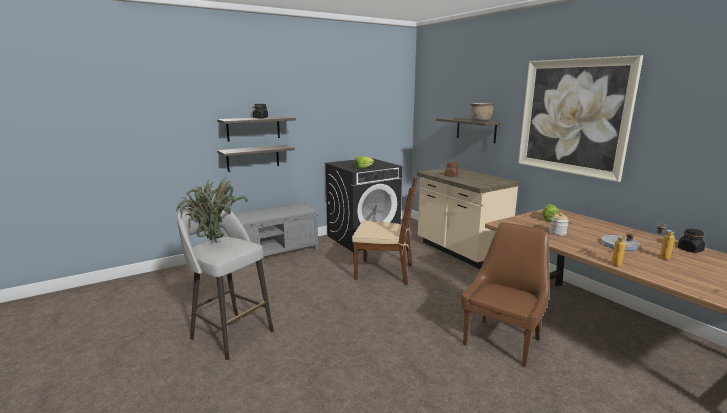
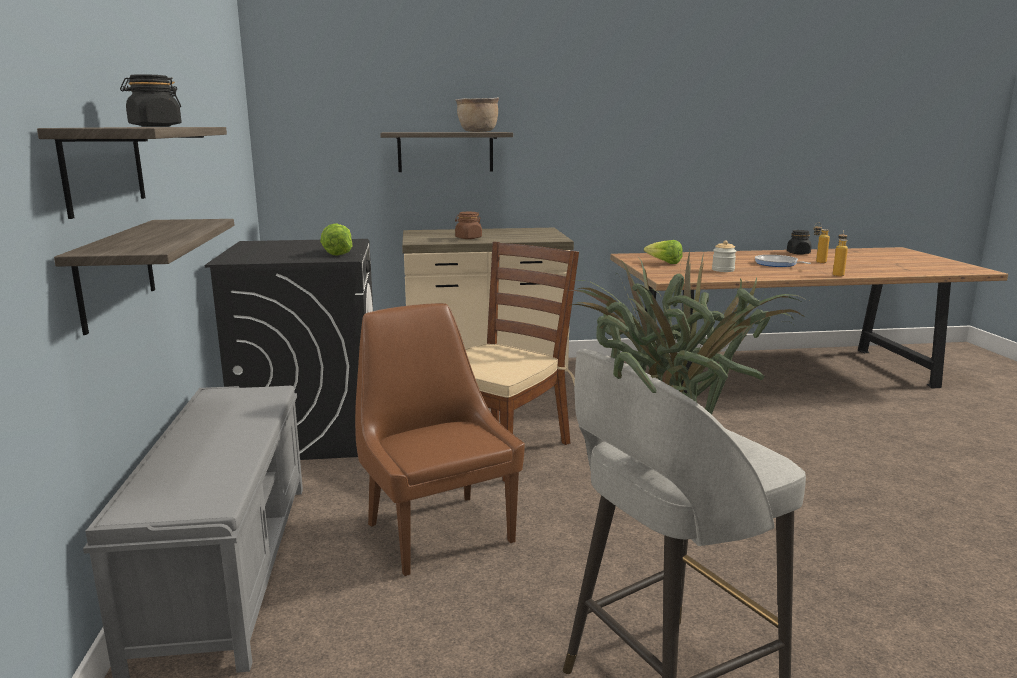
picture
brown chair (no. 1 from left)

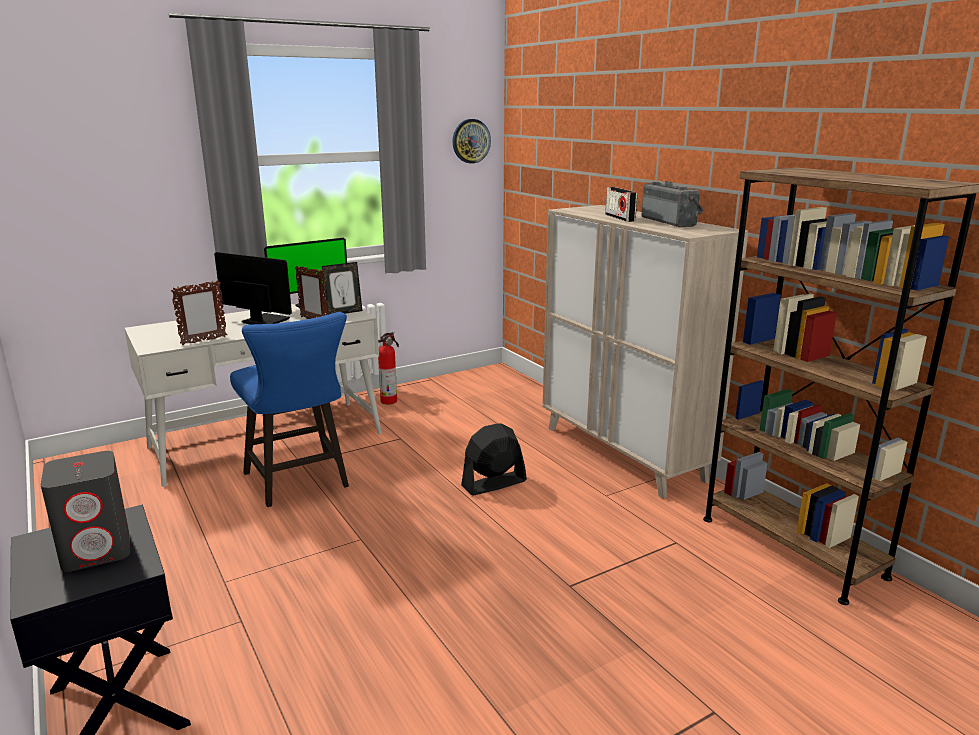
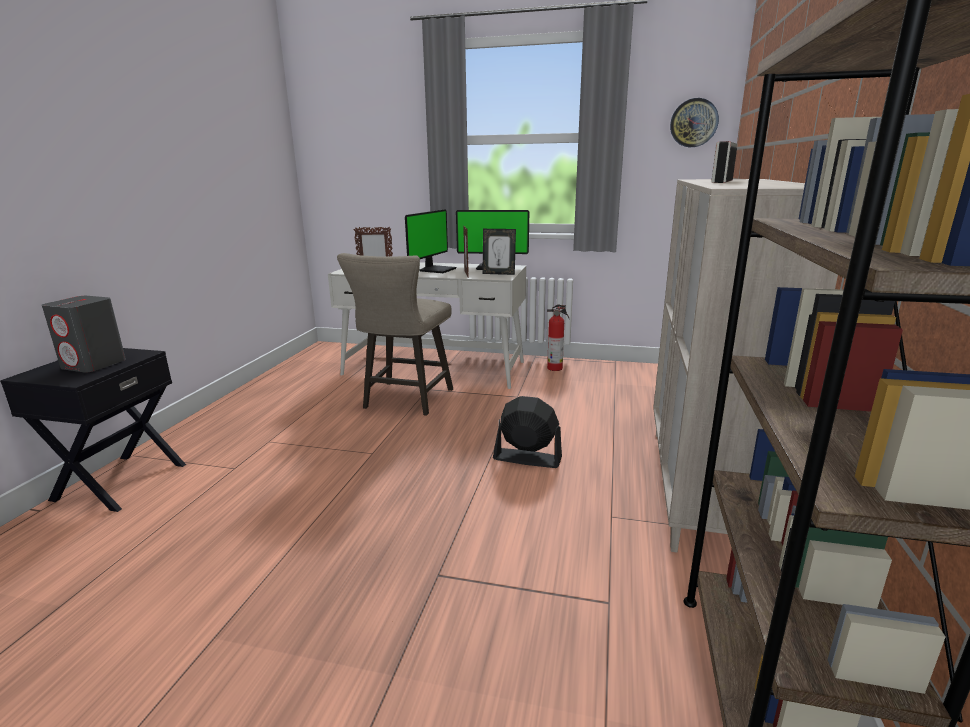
radio (no. 2 from left in the first image)
beige stool
monitor (no. 1 from left)

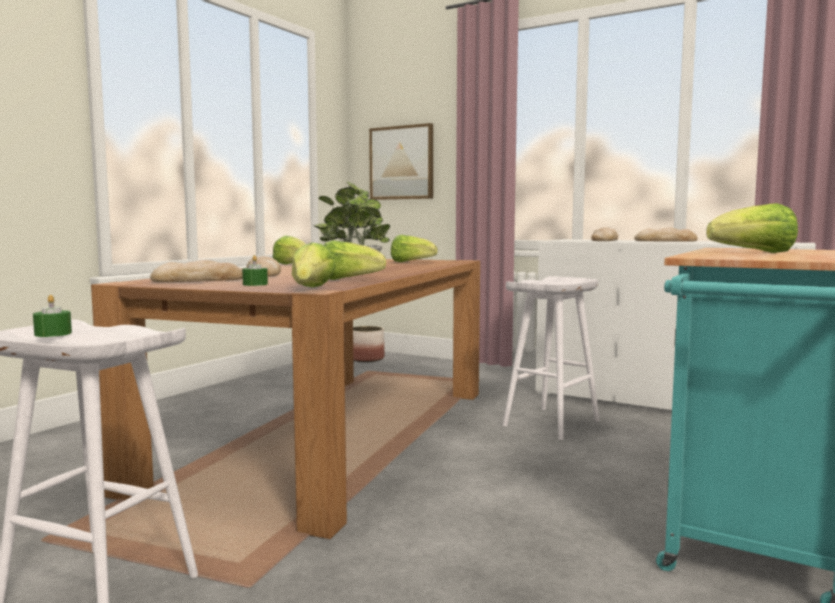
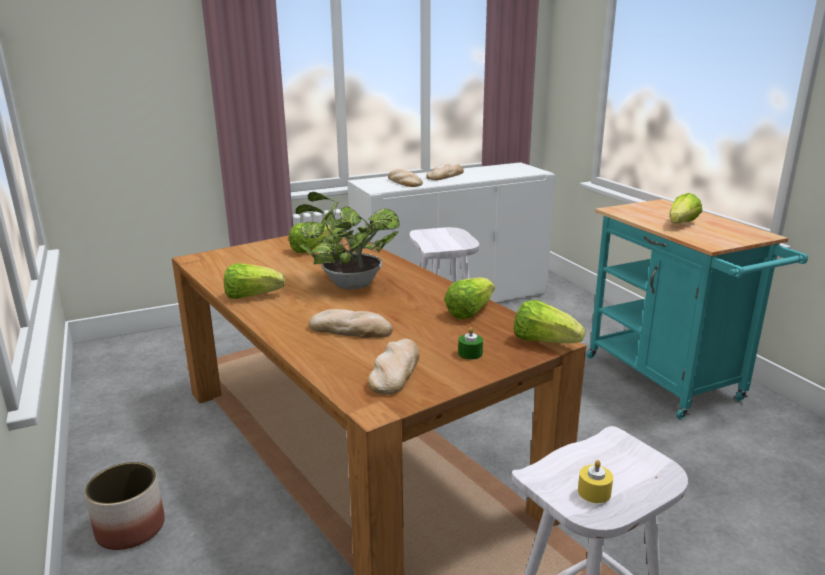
picture
planter
yellow candle

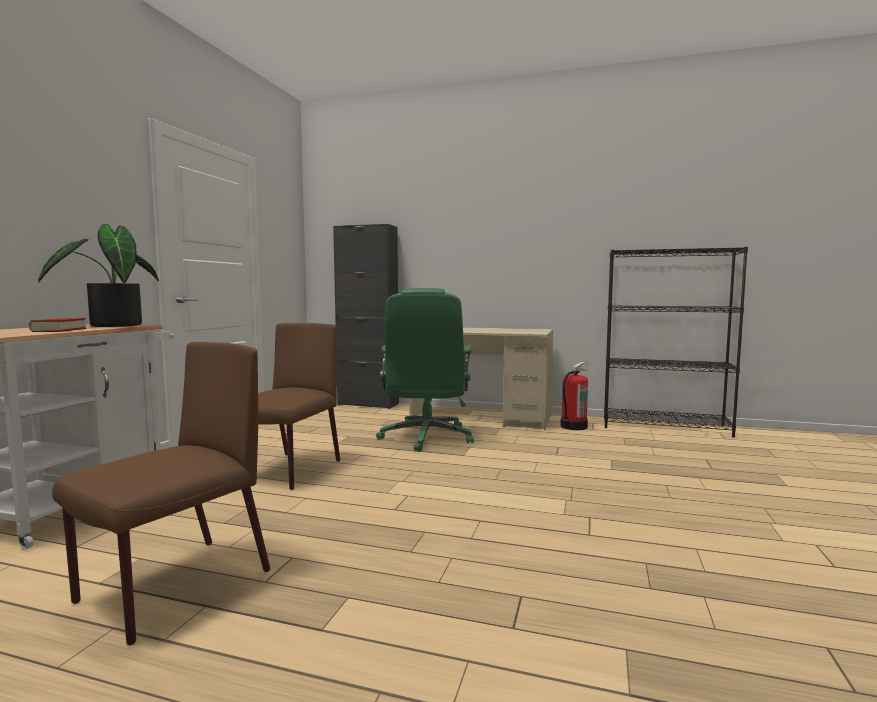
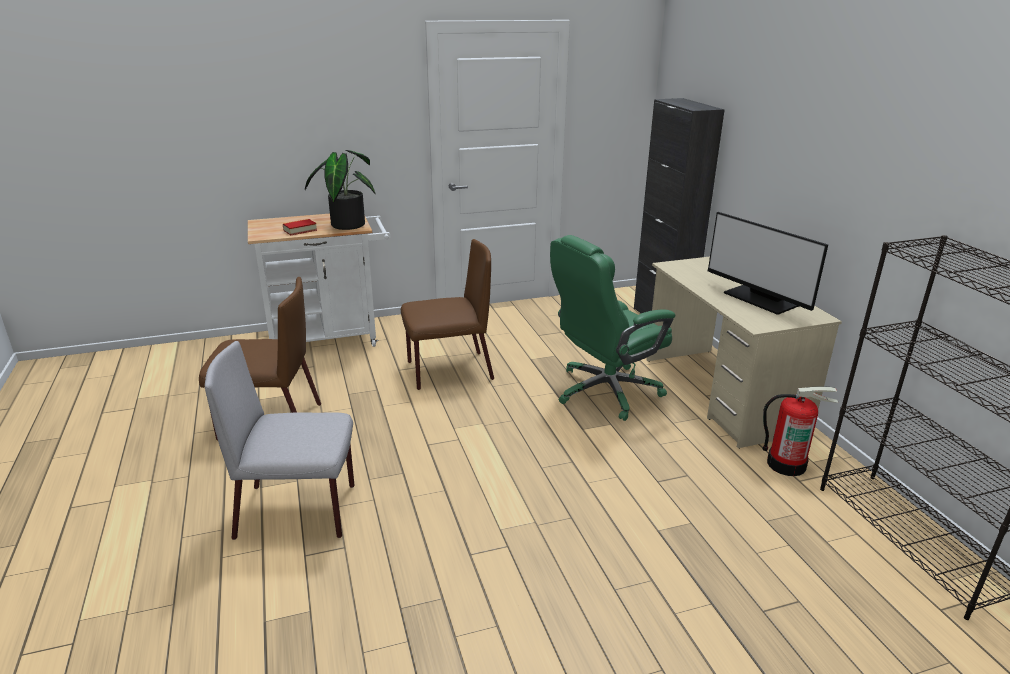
grey chair
monitor

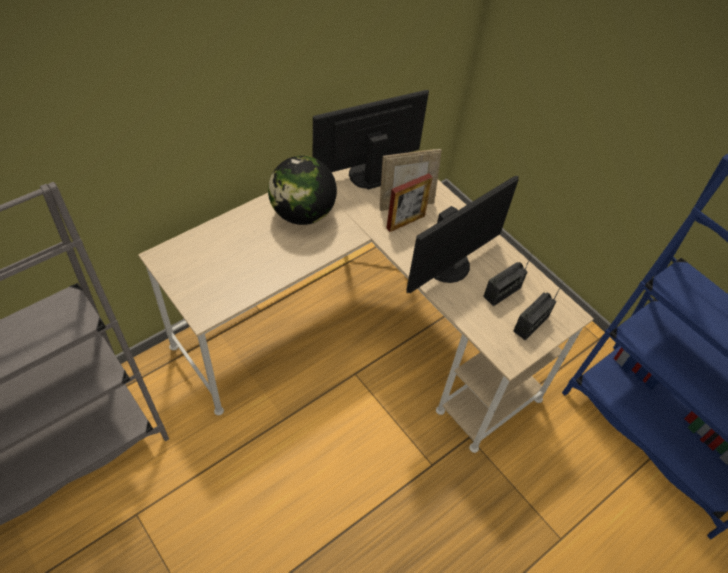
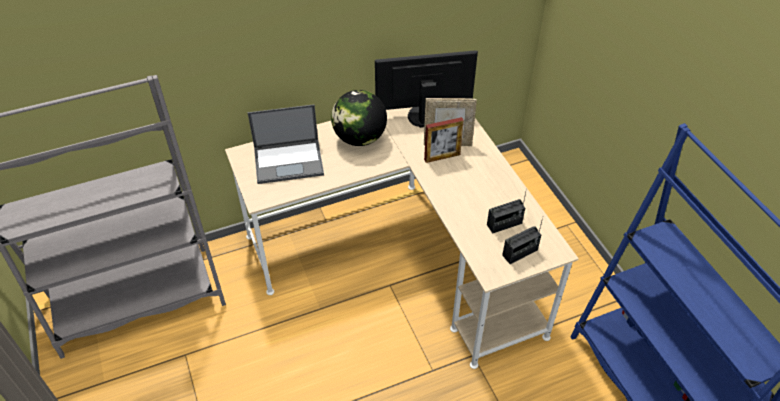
monitor (no. 2 from left in the first image)
laptop

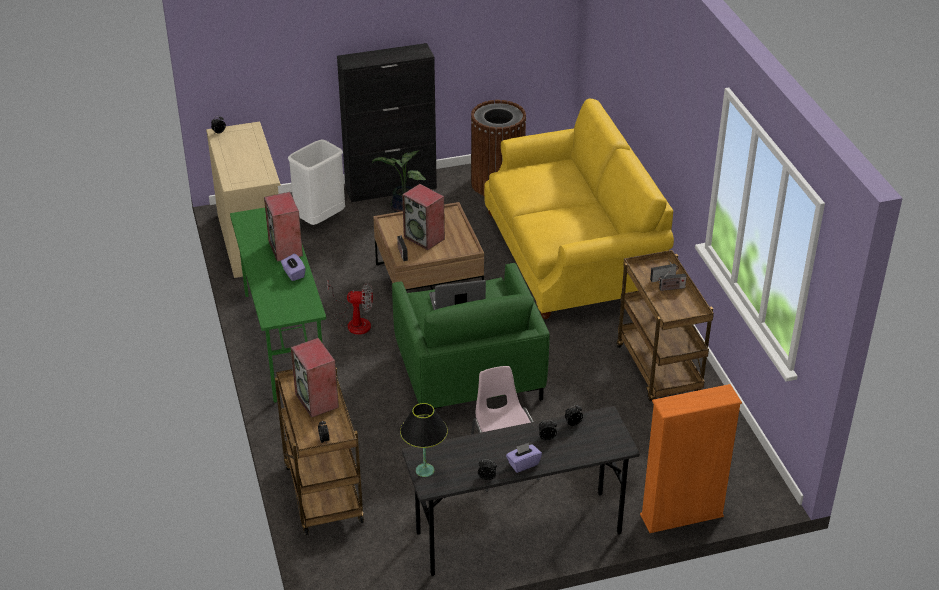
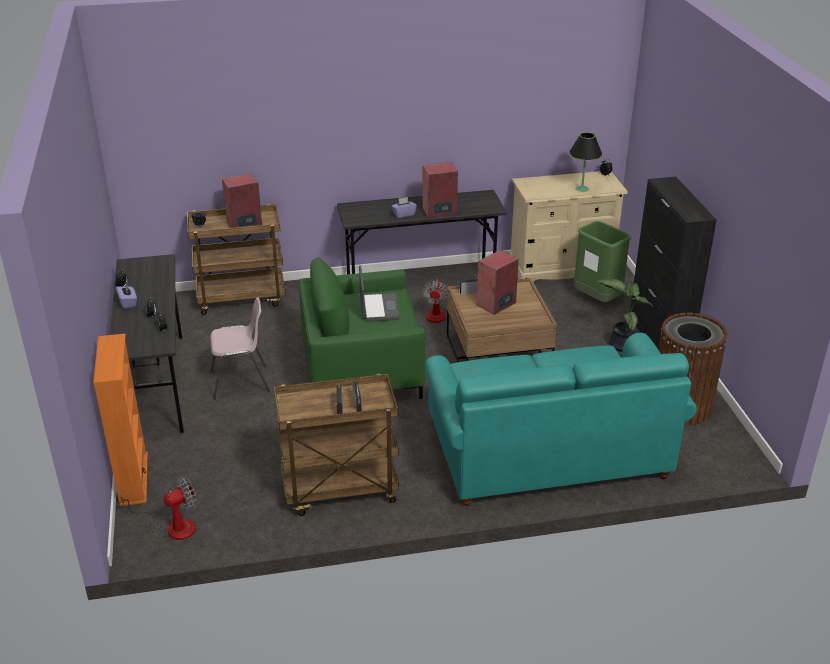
fan (no. 1 from left)
black table lamp
grey desk (no. 2 from left)
green trash can
turquoise sofa

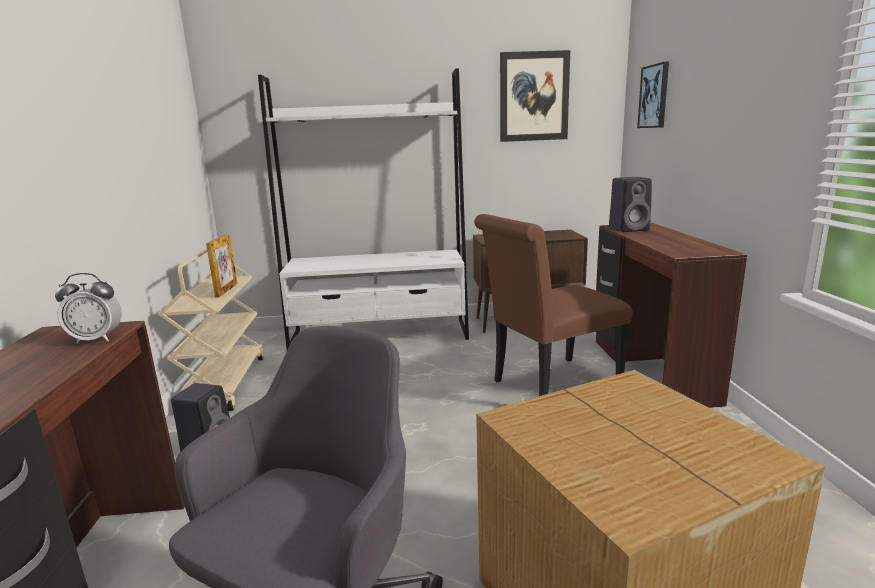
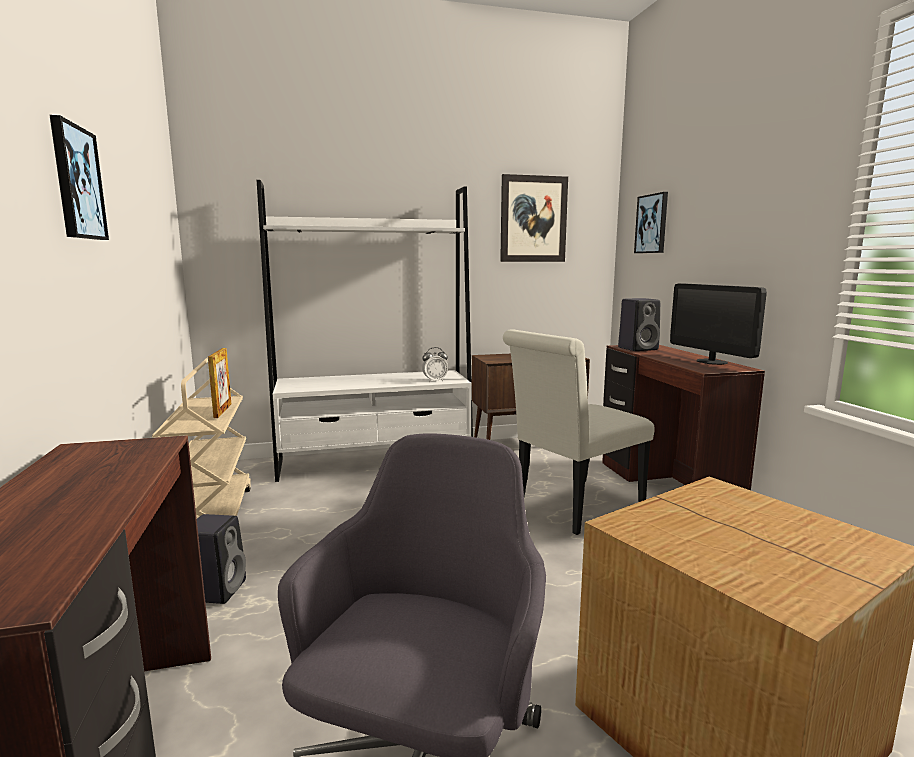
picture (no. 1 from left)
monitor
alarm clock
white chair

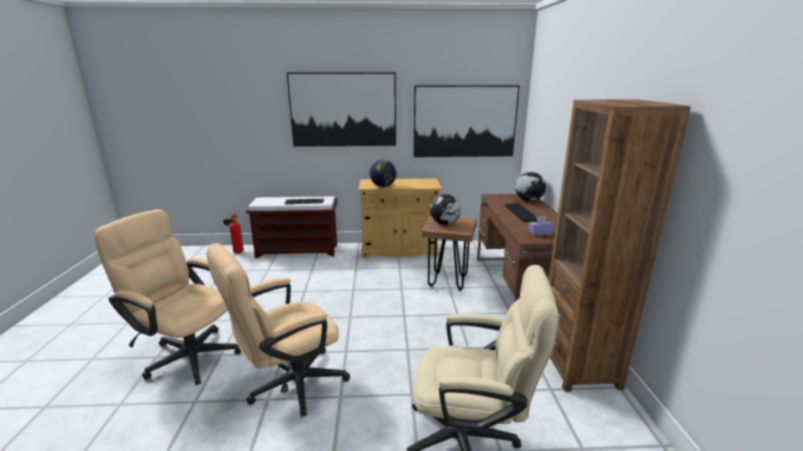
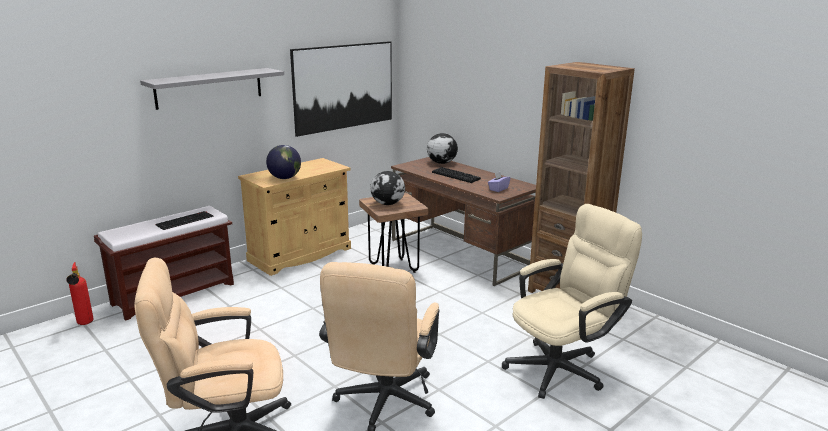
grey shelf

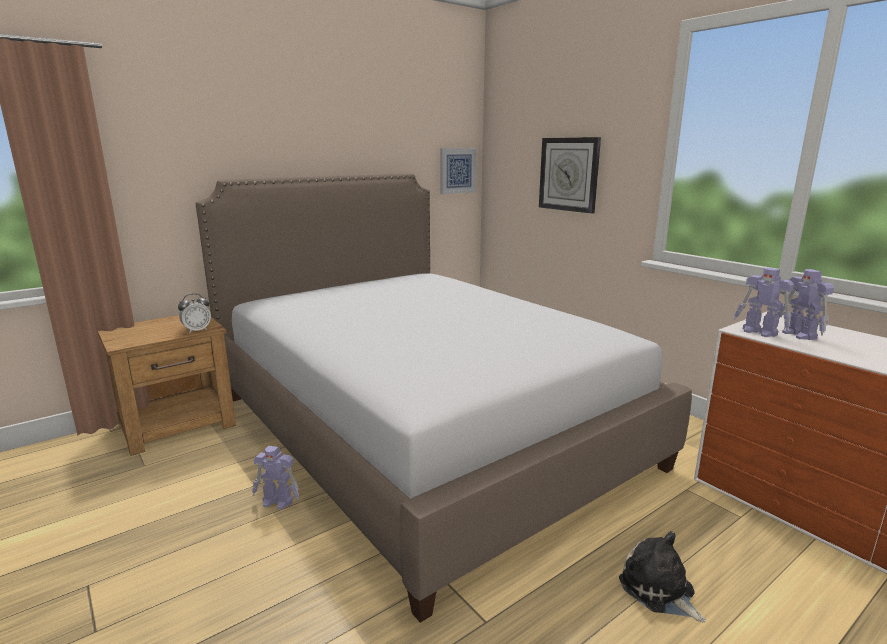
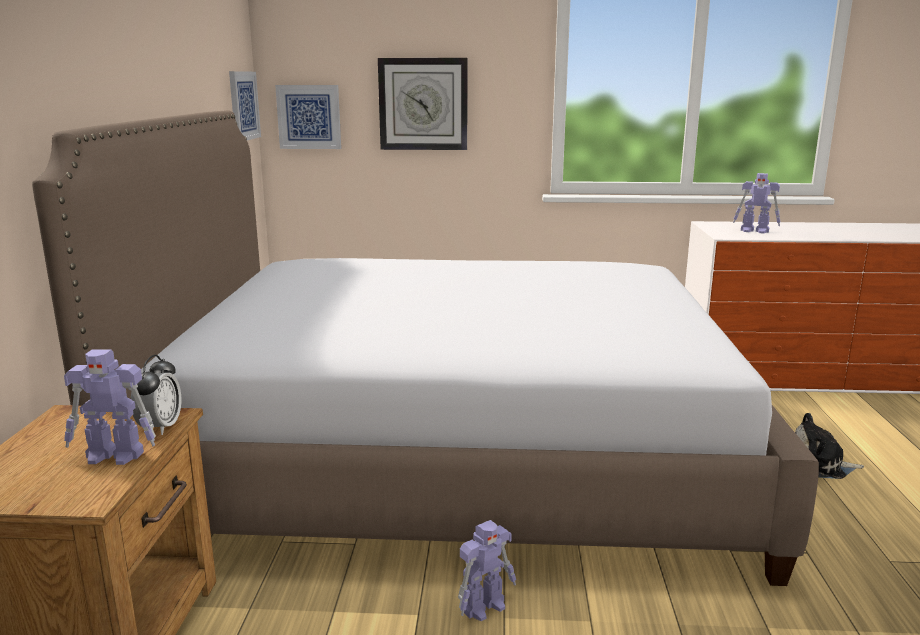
picture (no. 2 from left)
toy robot (no. 1 from left)

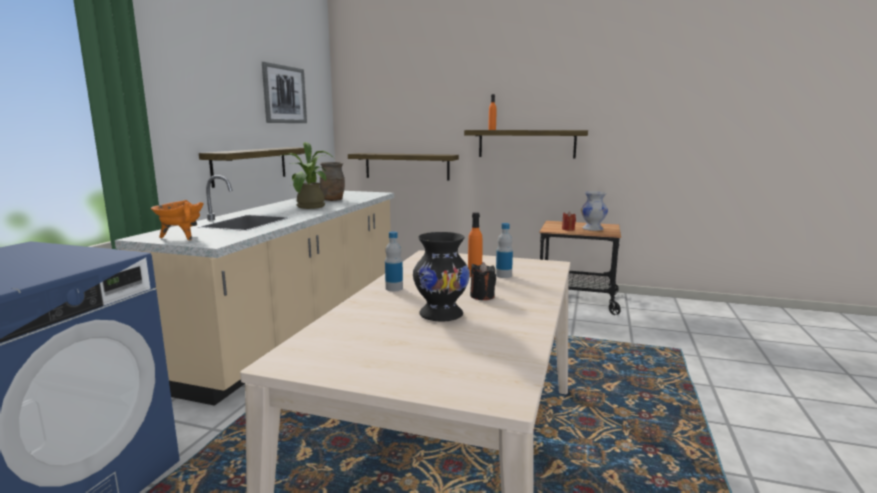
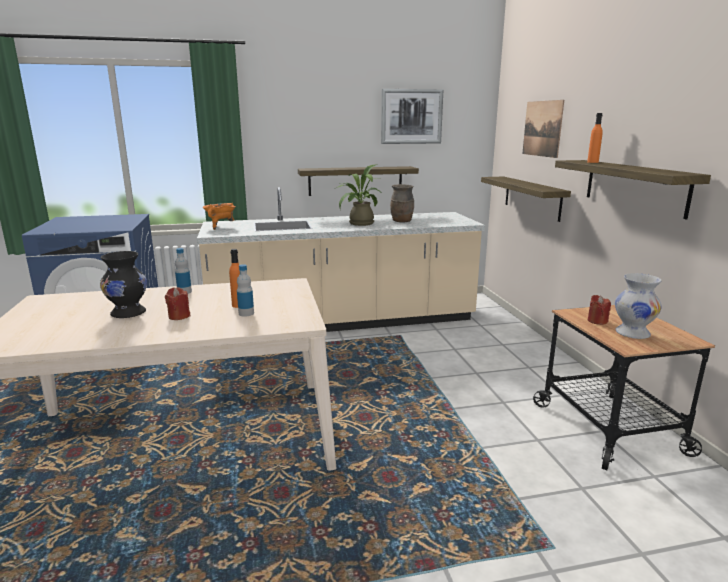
picture (no. 2 from left)
red candle (no. 1 from left)

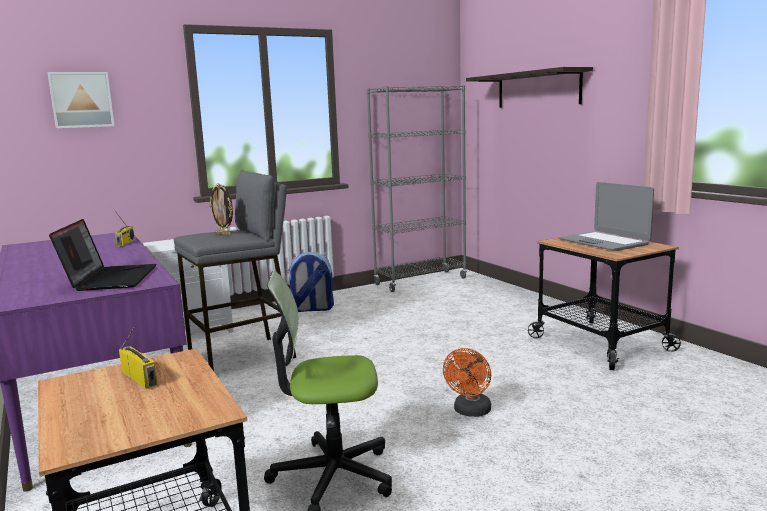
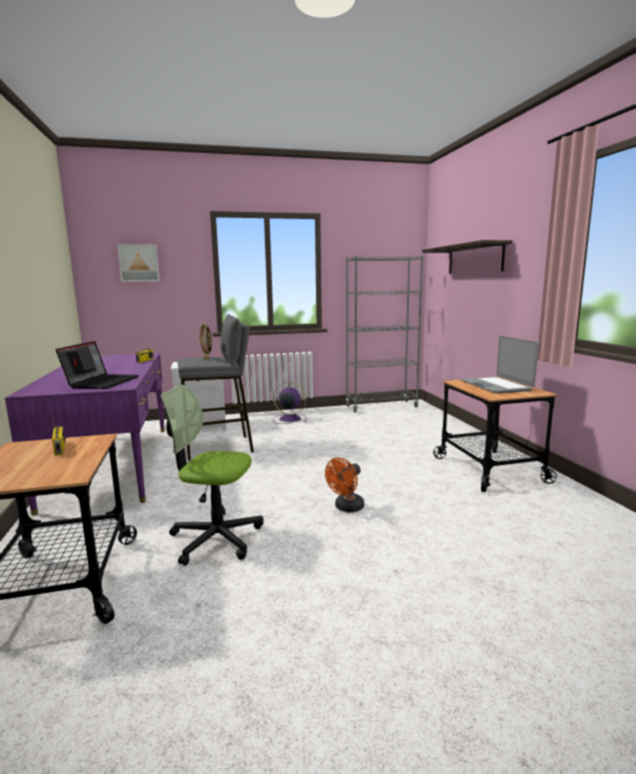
purple fan

